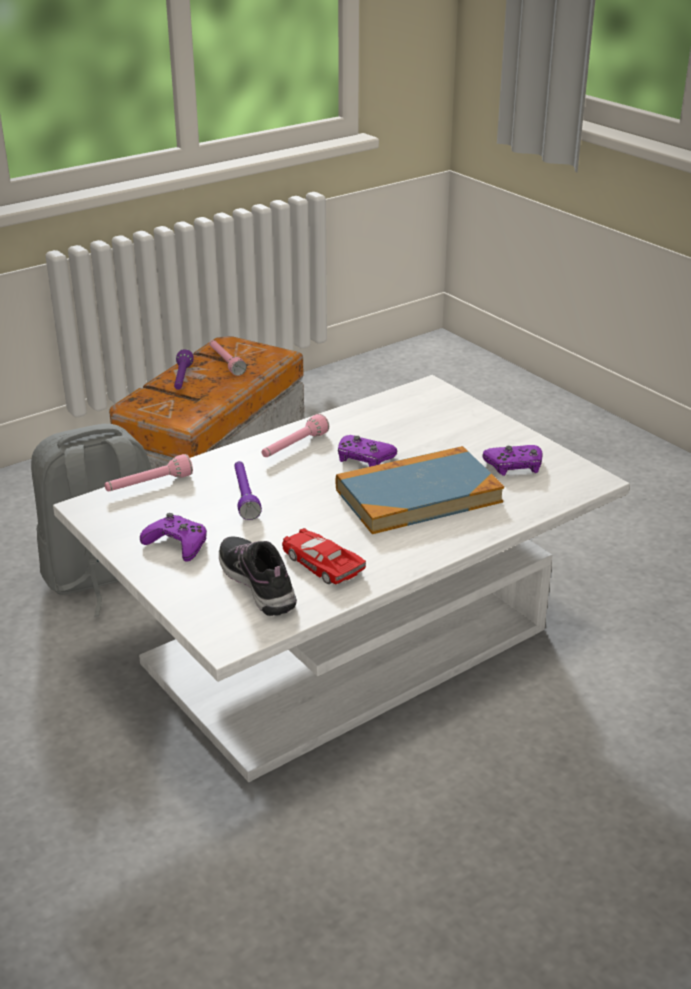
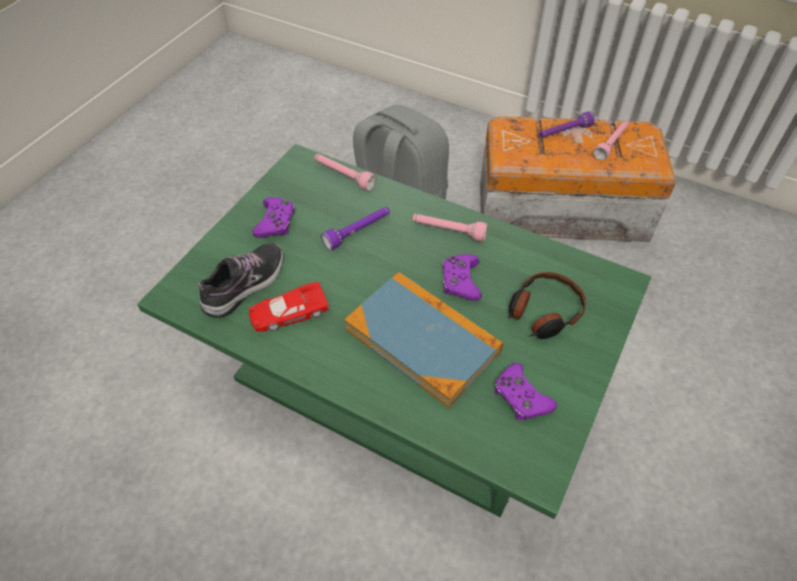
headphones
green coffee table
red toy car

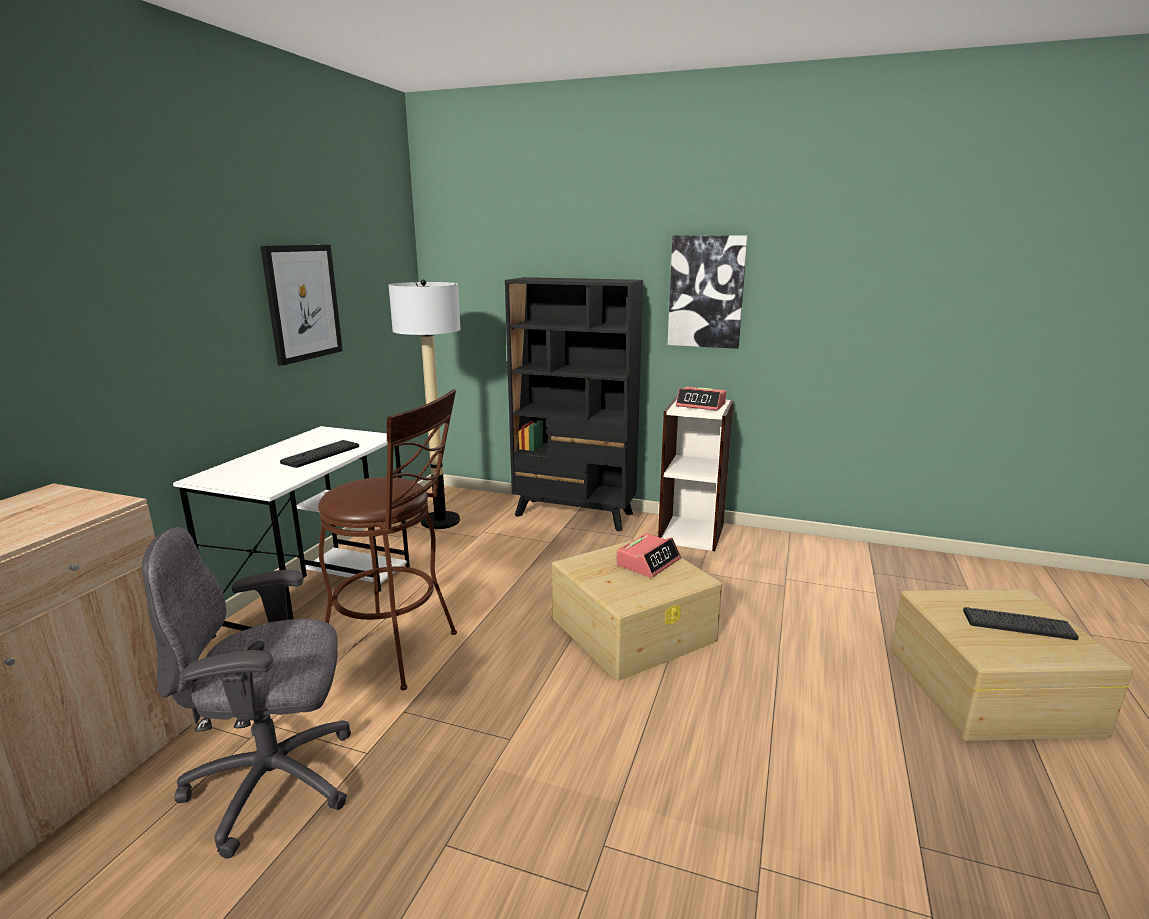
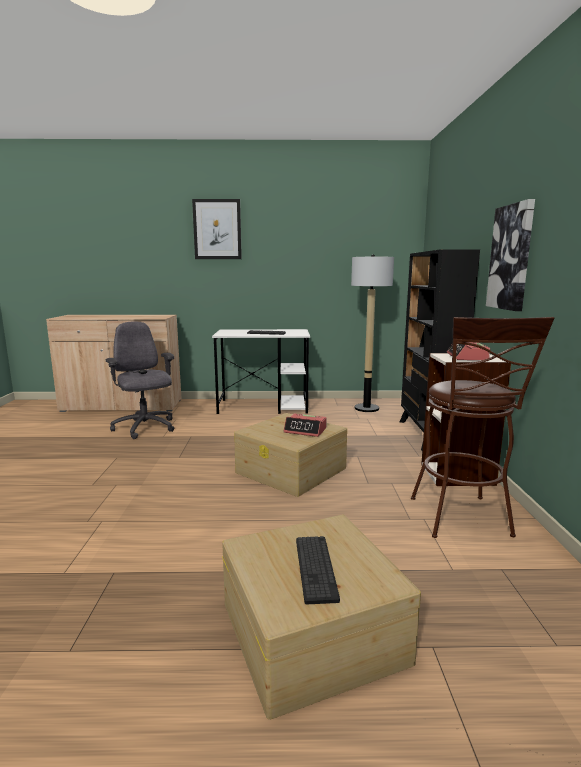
picture (no. 1 from left)
brown stool

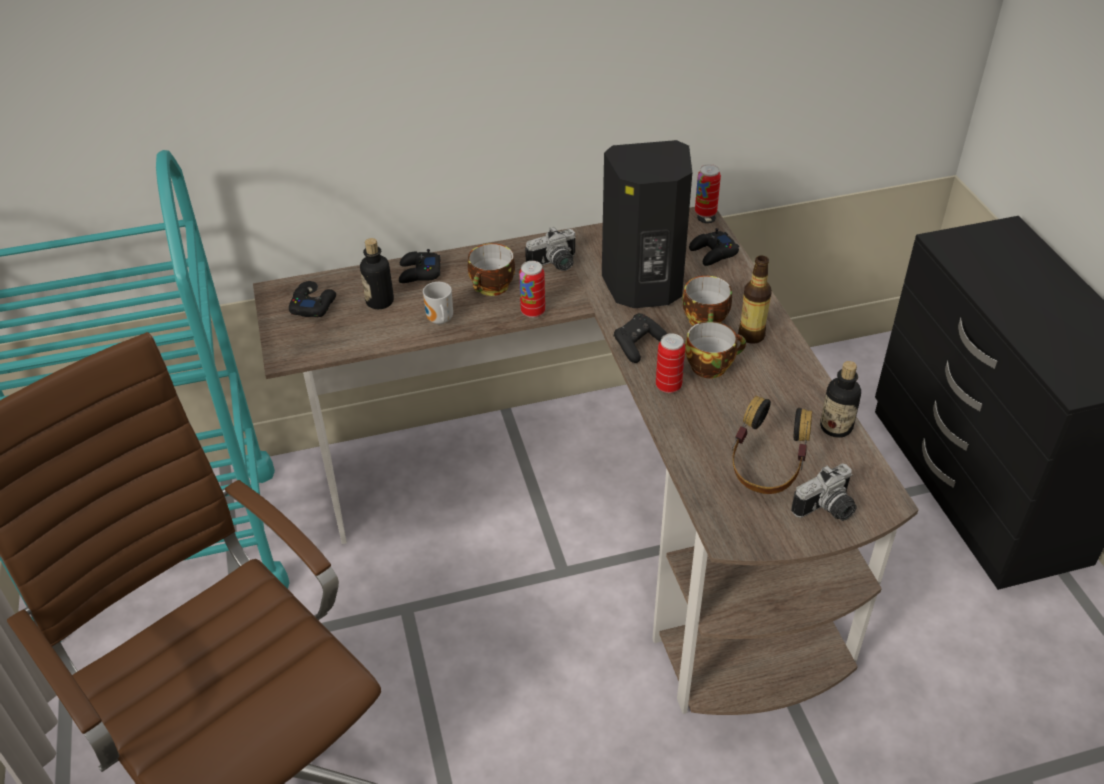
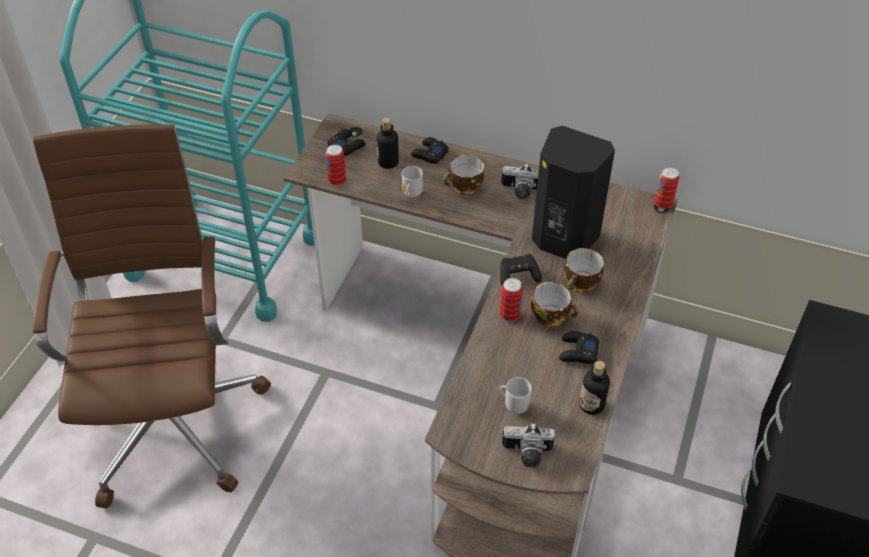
bottle (no. 2 from left in the first image)
can (no. 1 from left)
black game controller (no. 4 from left)
mug (no. 2 from left)

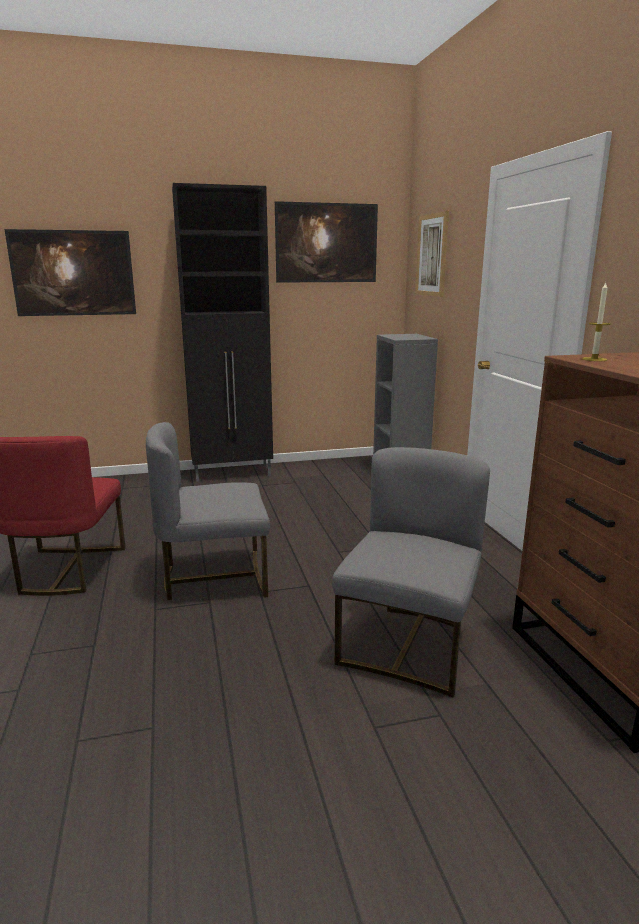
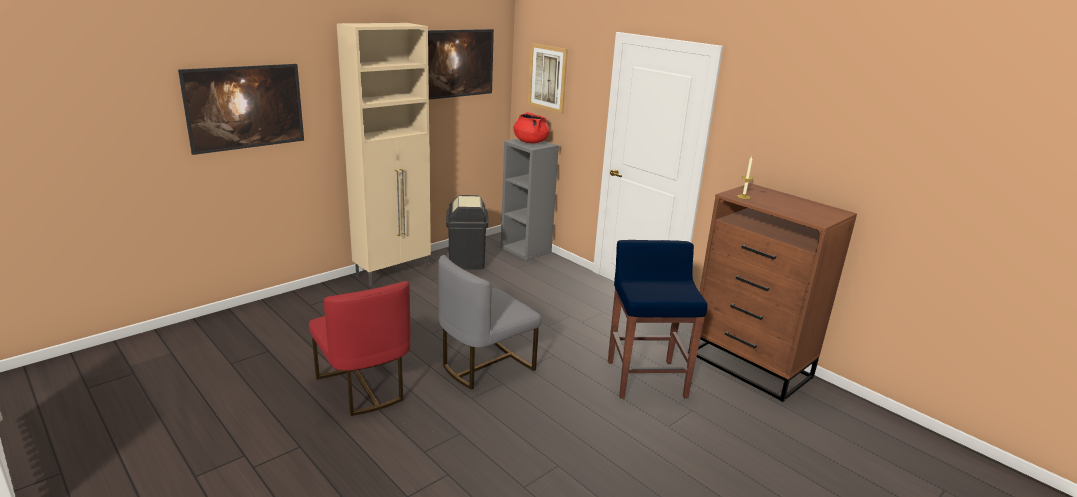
black trash can
red cooking pot
blue stool
beige cabinet

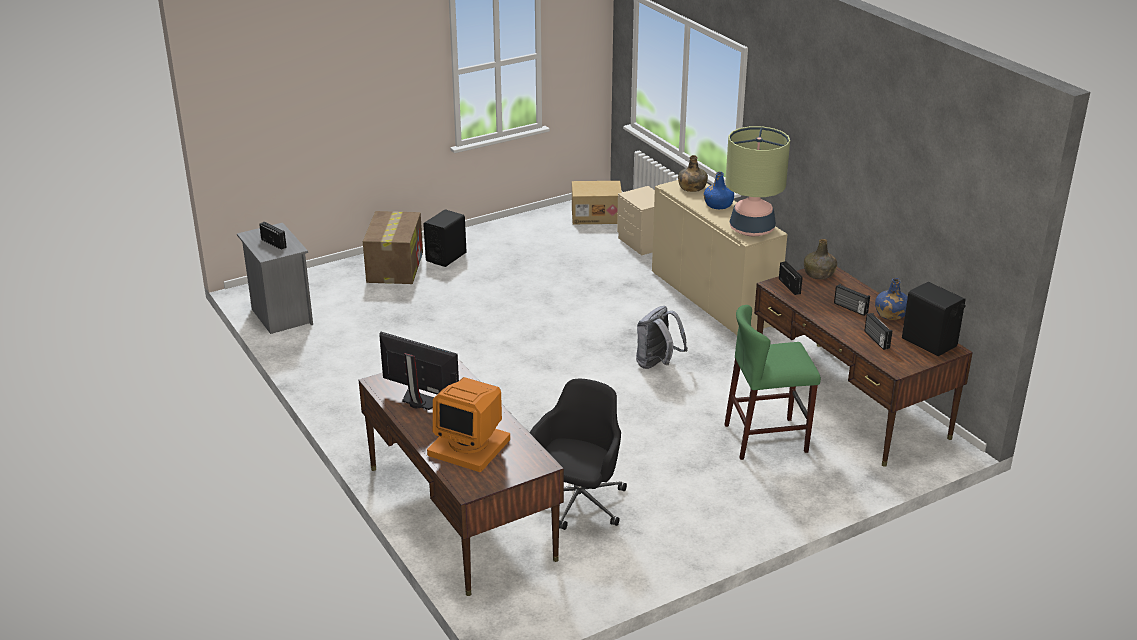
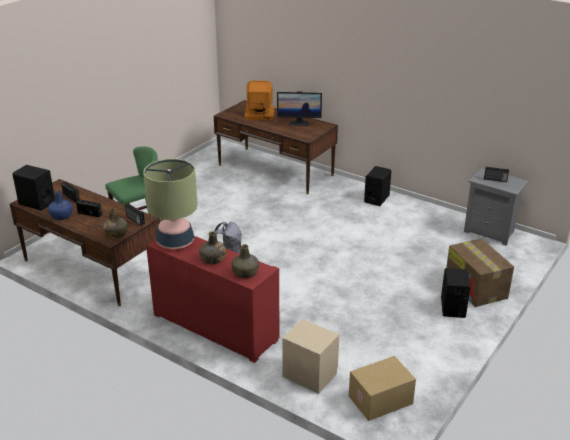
black office chair
black speaker (no. 2 from left)
red cabinet
green bottle (no. 2 from left)

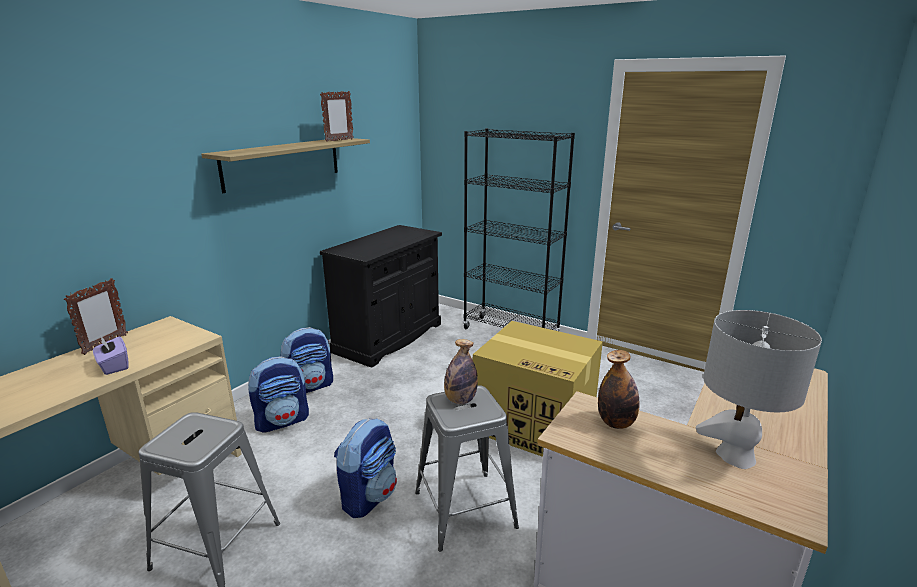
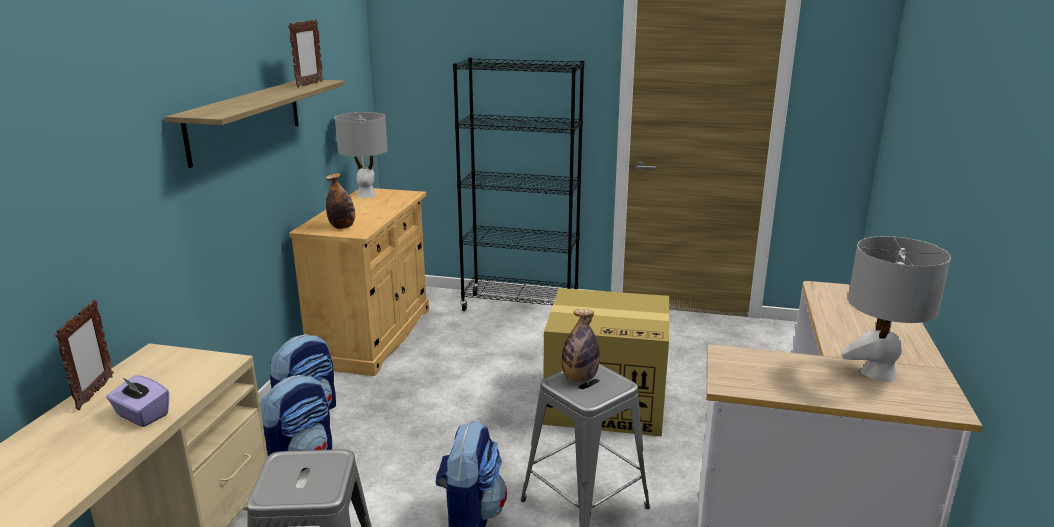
grey table lamp (no. 1 from left)
bottle (no. 1 from left)
beige cabinet

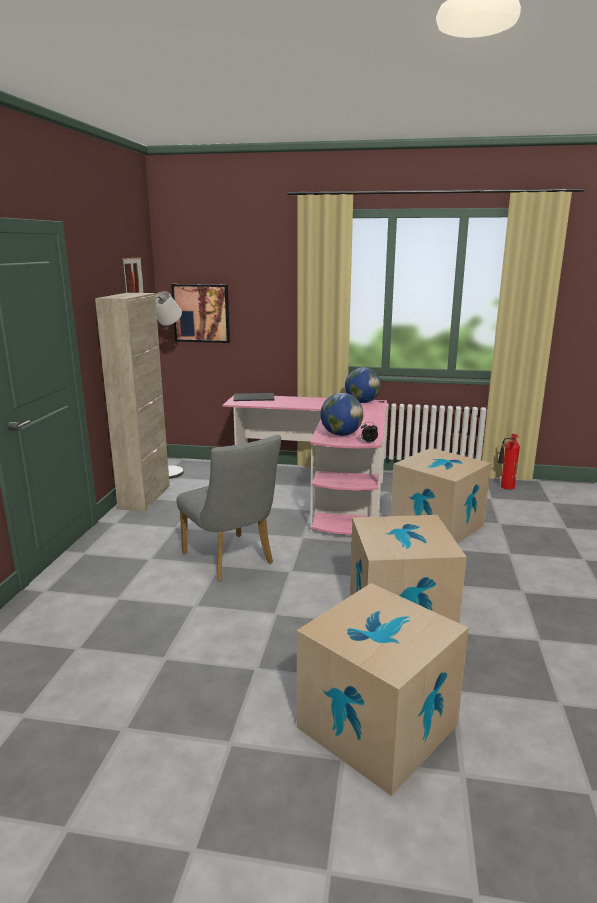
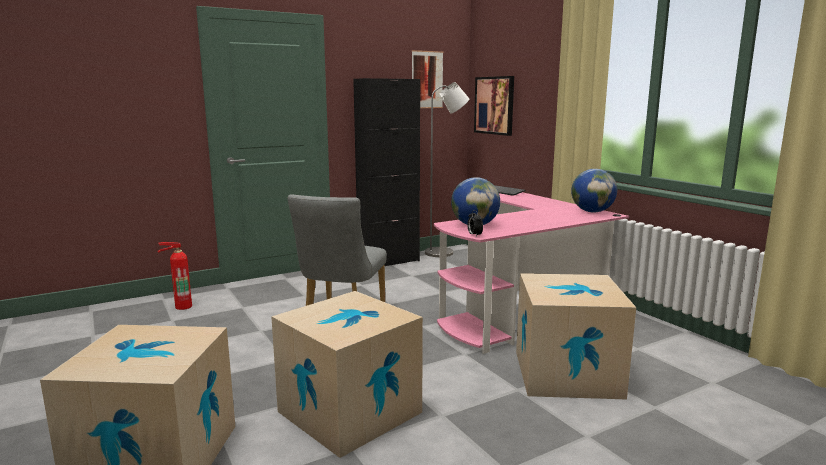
fire extinguisher
black cabinet

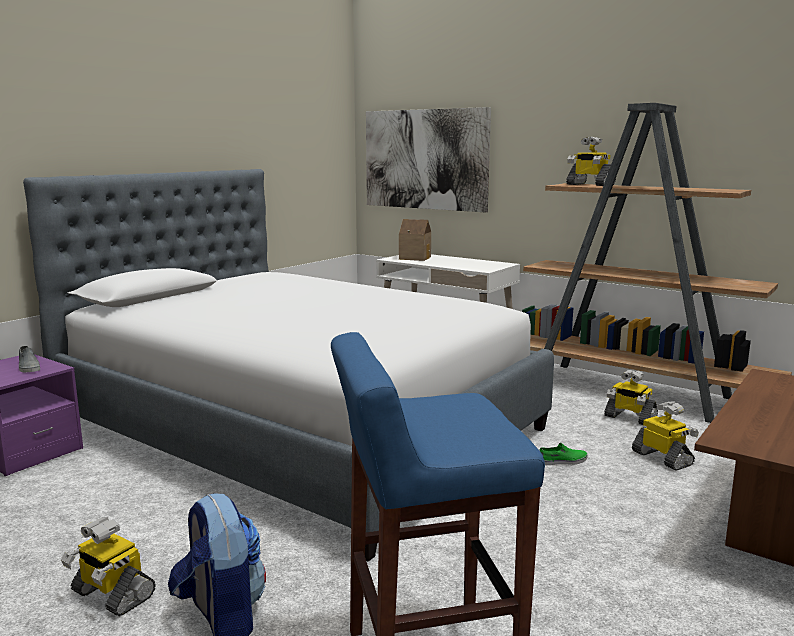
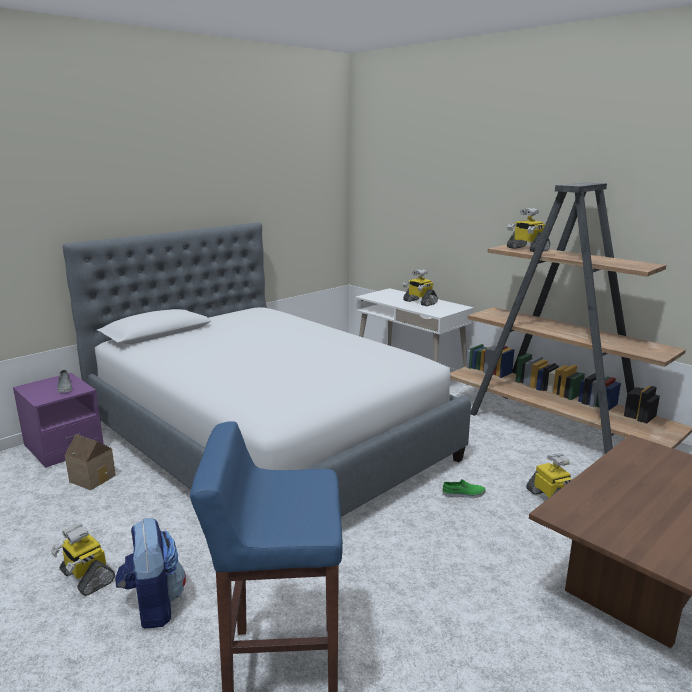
picture
toy house
toy robot (no. 2 from left)

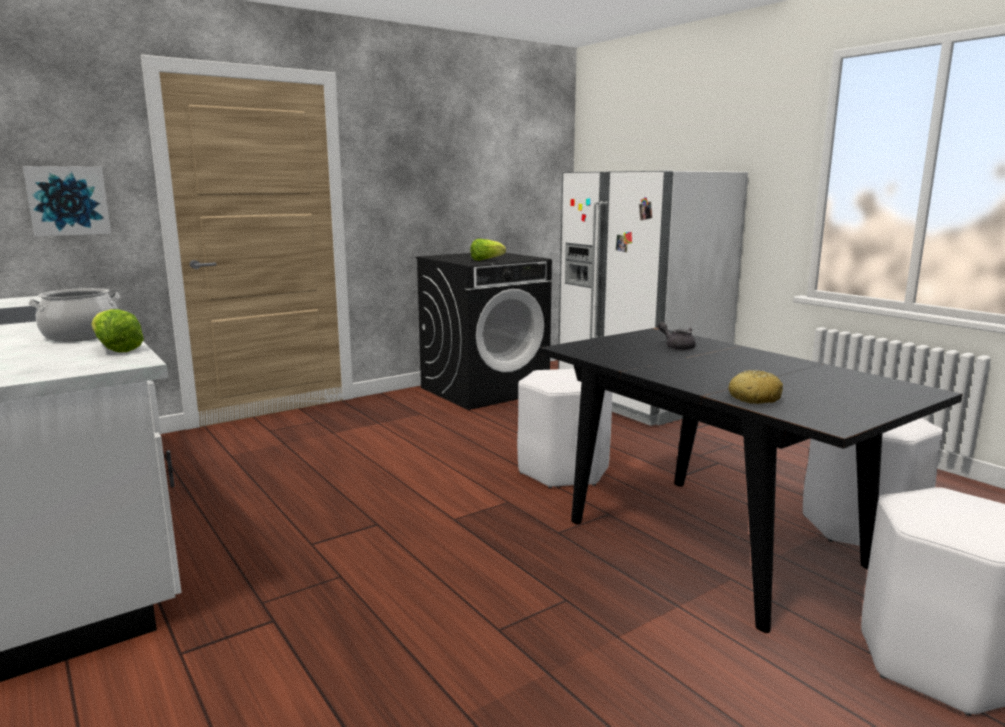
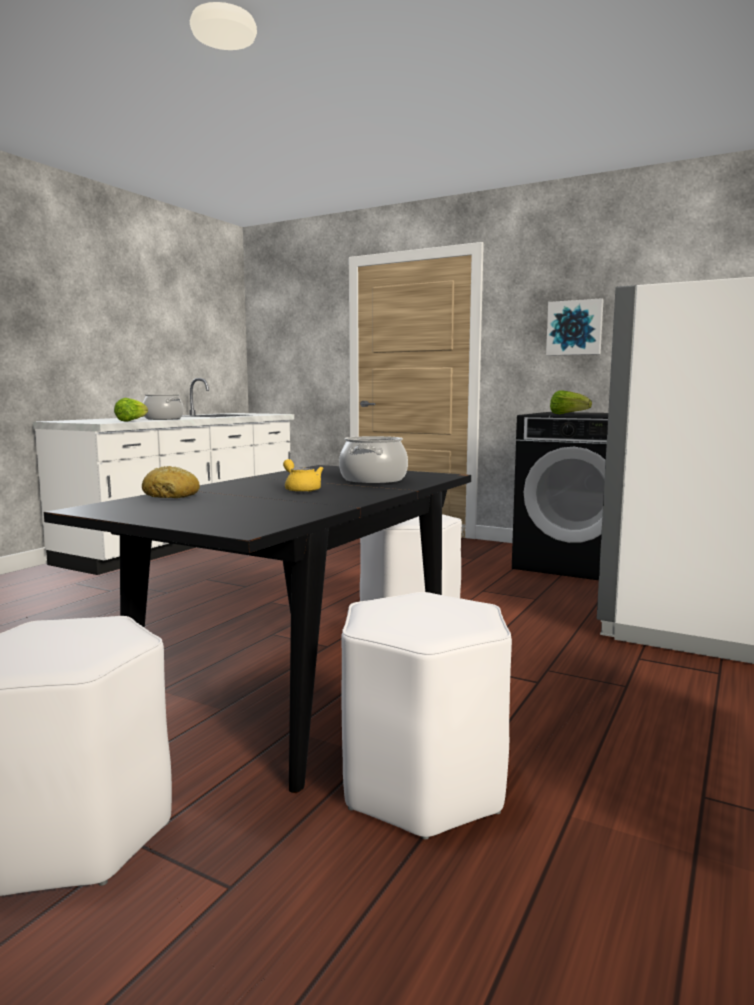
yellow teapot
picture
cooking pot (no. 2 from left)

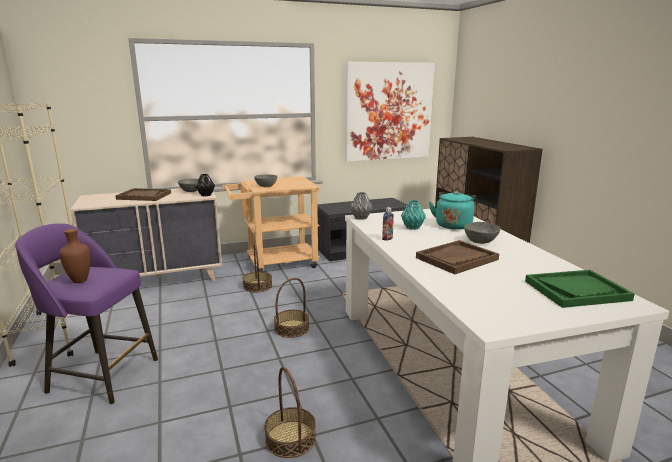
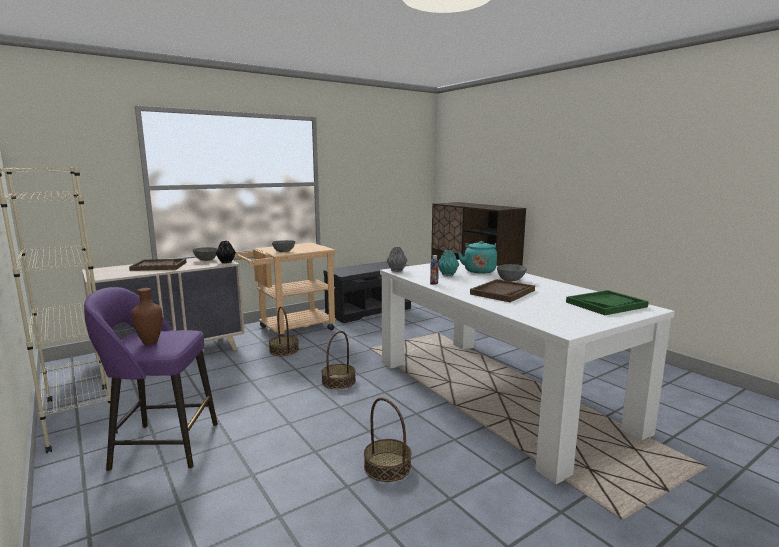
picture

